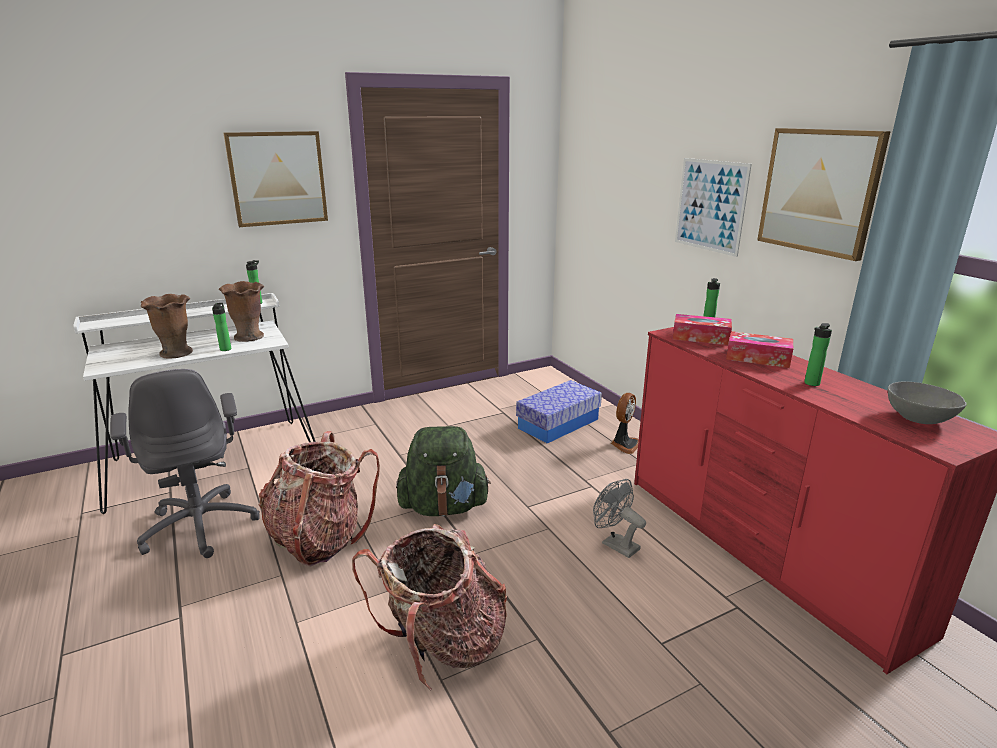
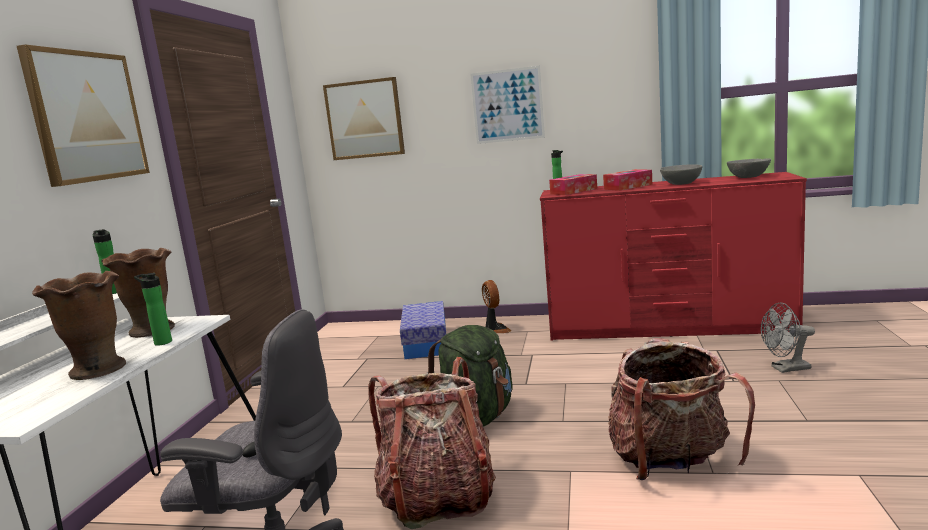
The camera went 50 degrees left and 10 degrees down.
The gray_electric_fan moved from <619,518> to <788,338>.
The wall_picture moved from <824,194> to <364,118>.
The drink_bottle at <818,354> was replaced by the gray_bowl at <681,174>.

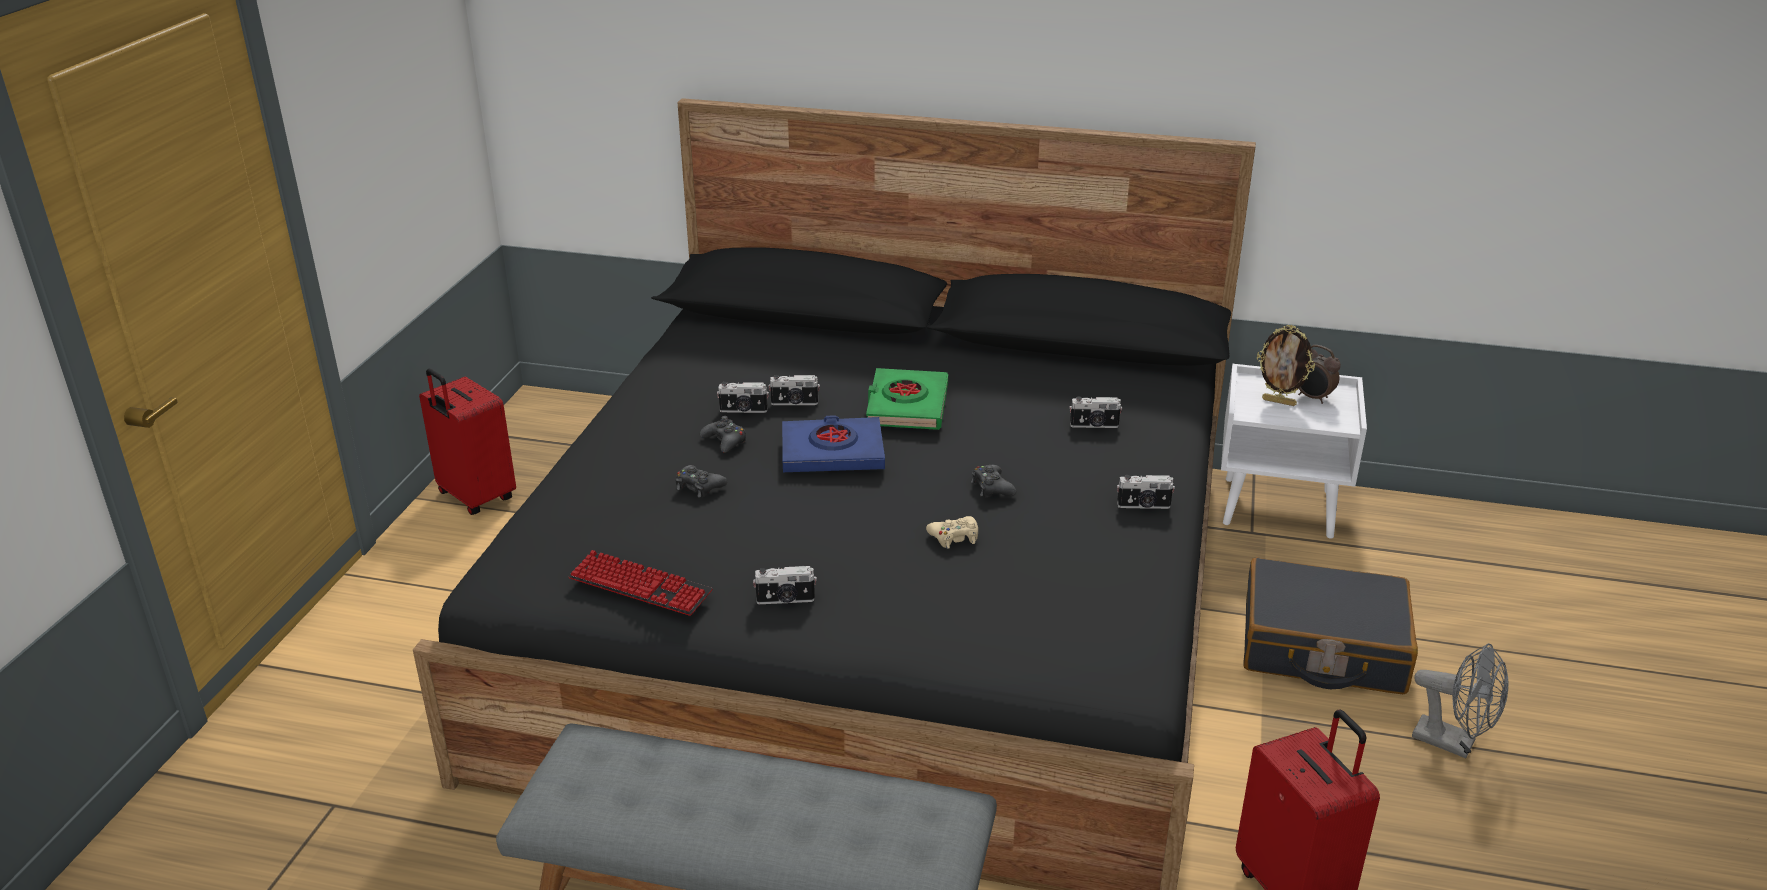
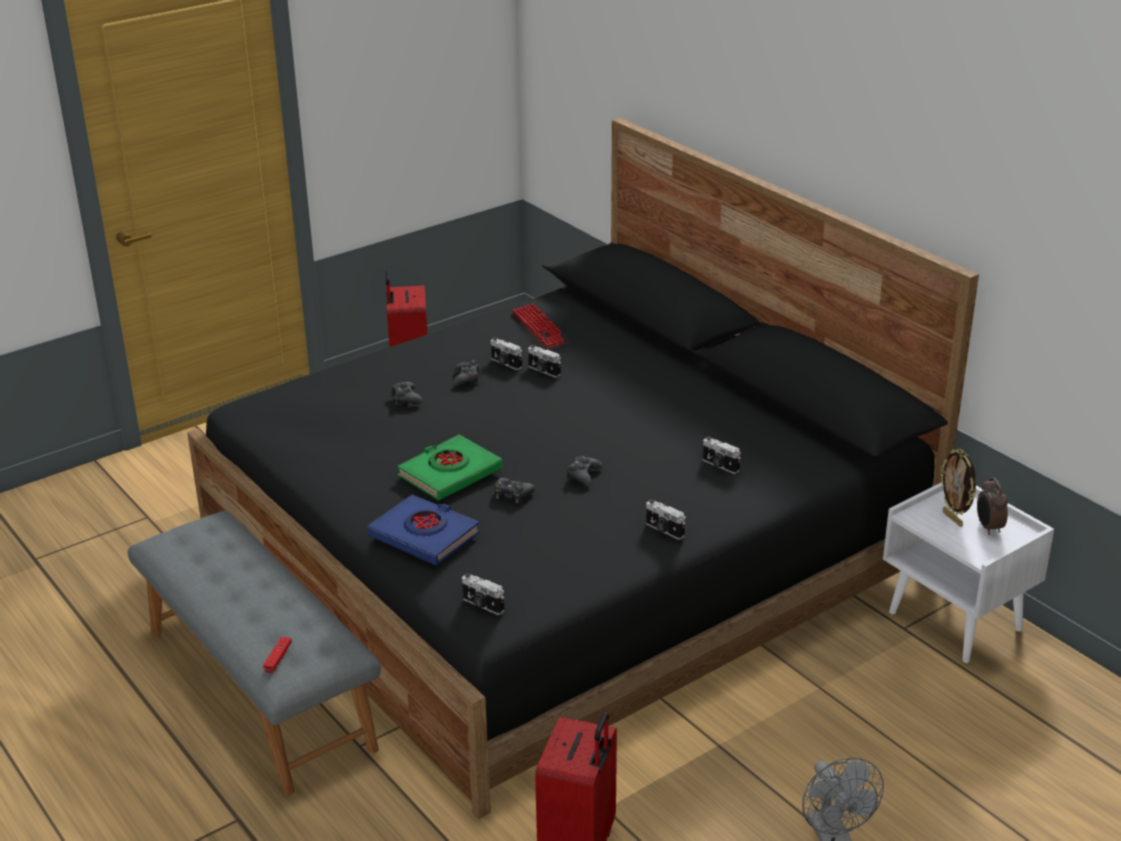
The camera went 40 degrees right and 0 degrees up.
The blackish_suitcase at <1330,625> disappeared.
The red_gamepad at <277,655> appeared.
The PC_keyboard moved from <640,583> to <541,326>.
The photo_camera moved from <785,585> to <483,594>.
The blue_bound_book moved from <833,443> to <424,530>.
The greenish_bound_book moved from <907,399> to <450,467>.
The beige_gamepad at <952,532> became the blackish_gamepad at <514,490>.

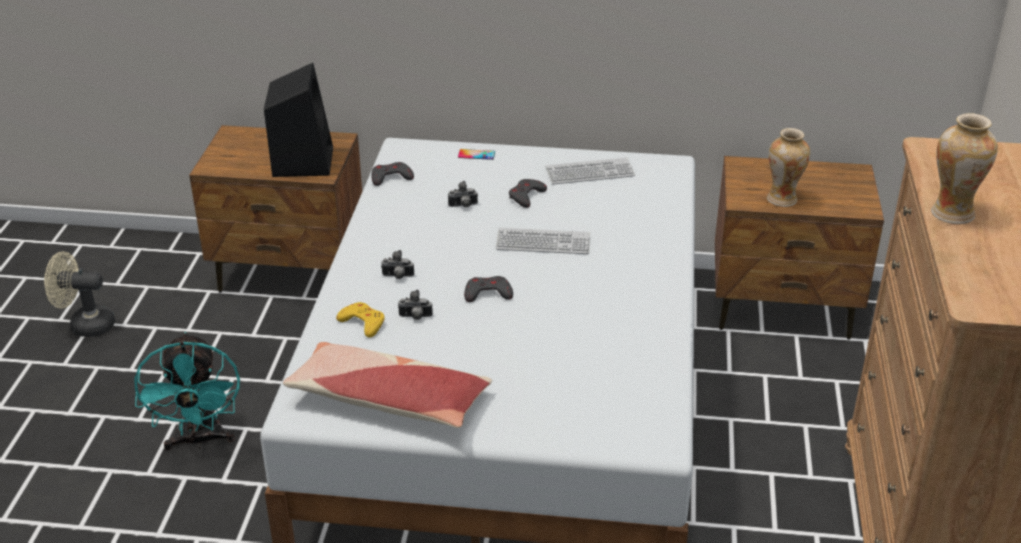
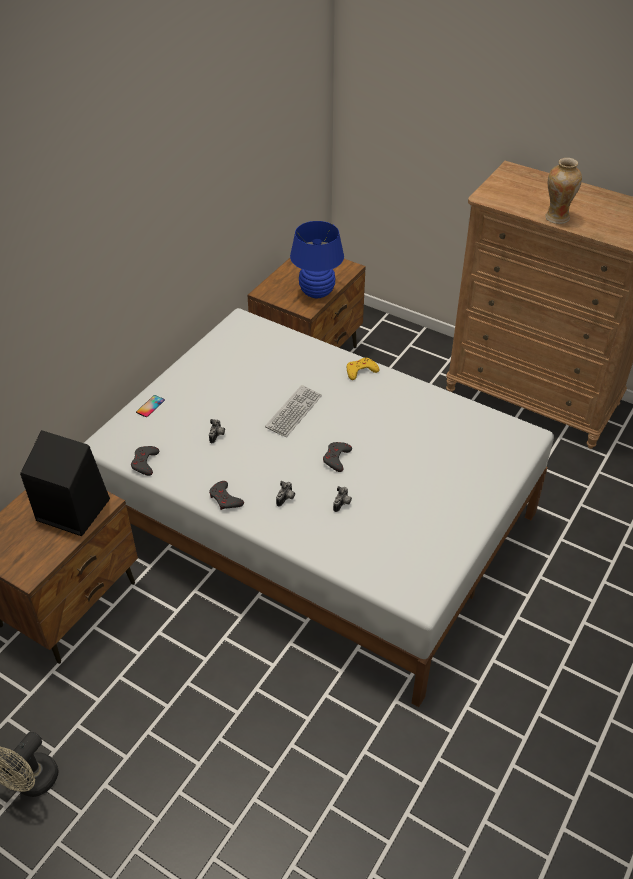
The camera went 65 degrees left and 10 degrees up.
The blue-green_electric_fan at <187,391> disappeared.
The throw_pillow at <387,385> disappeared.
The PC_keyboard at <590,170> disappeared.
The yellowish_gamepad moved from <360,320> to <363,369>.
The gray_gamepad moved from <528,193> to <226,495>.
The decorative_vase at <788,167> was replaced by the blue_tabletop_lamp at <317,260>.

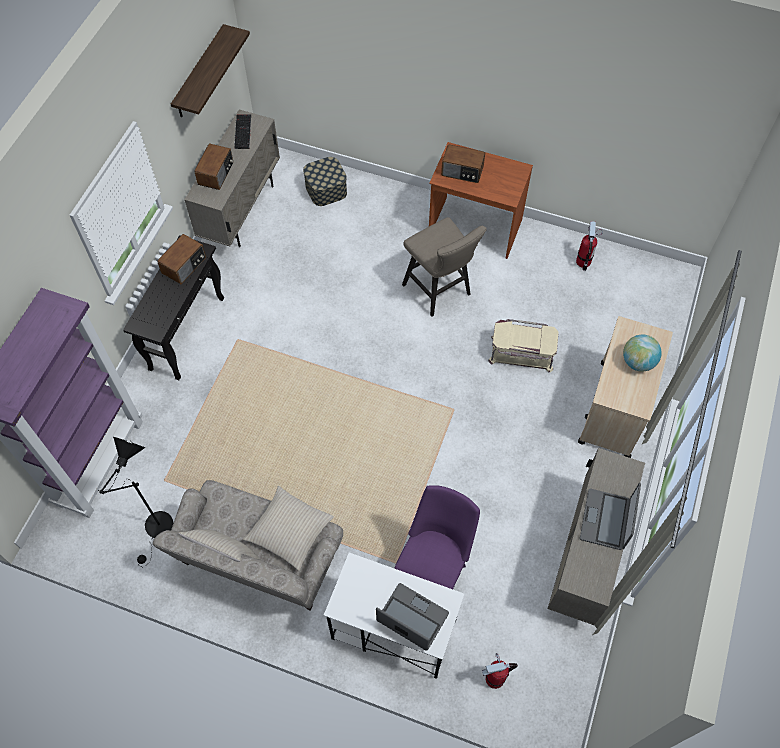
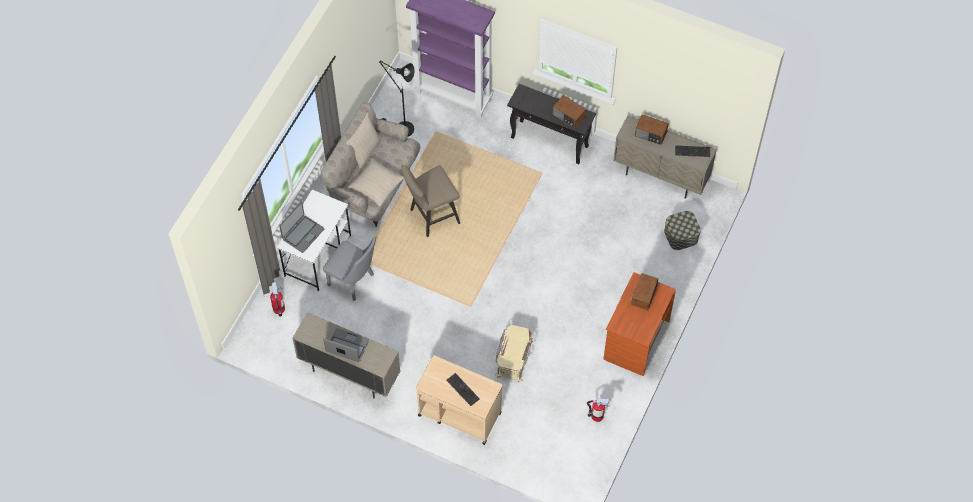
The camera went 95 degrees right and 0 degrees up.
The shelf at <210,71> disappeared.
The beige_sitting_stool moved from <444,267> to <430,201>.
The world_globe at <642,353> was replaced by the PC_keyboard at <463,389>.
The purple-coloured_upright_chair at <437,537> became the gray_upright_chair at <349,269>.

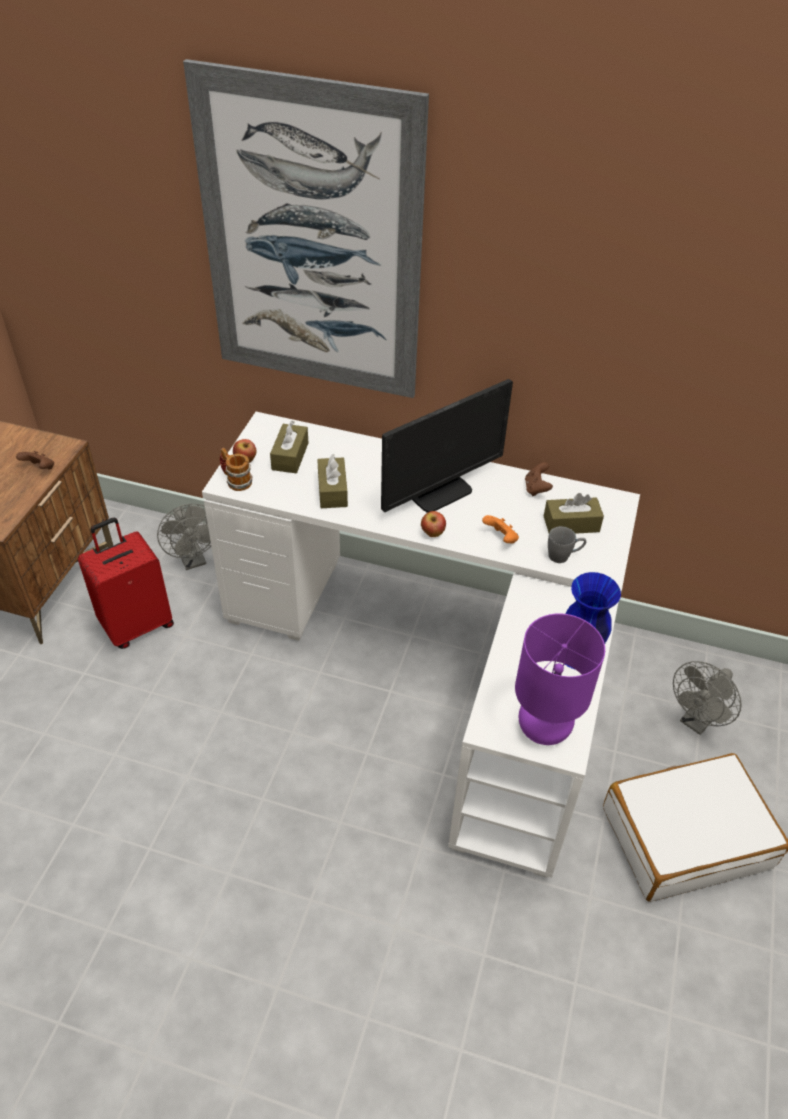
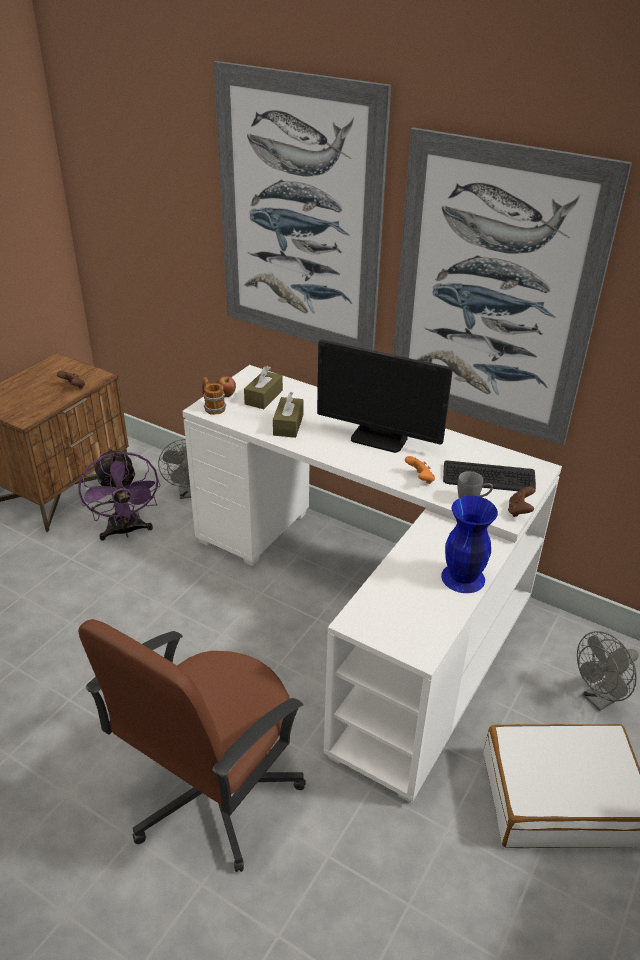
The camera went 15 degrees right and 10 degrees down.
The whole_apple at <433,524> disappeared.
The purple-coloured_tabletop_lamp at <560,679> disappeared.
The brown-coloured_computer_chair at <192,745> appeared.
The wall_picture at <512,286> appeared.
The brown-coloured_gamepad moved from <539,479> to <522,501>.
The red_suitcase at <126,583> was replaced by the purple-coloured_electric_fan at <119,494>.
The brown-coloured_box_of_tissues at <574,513> was replaced by the PC_keyboard at <489,475>.
The monitor at <447,446> turned 45 degrees clockwise.

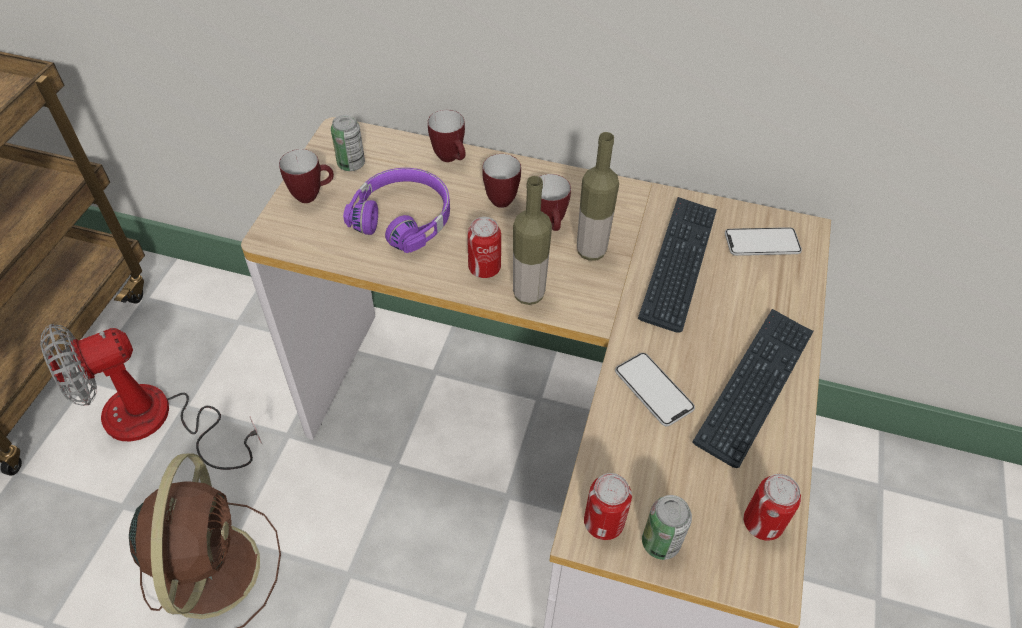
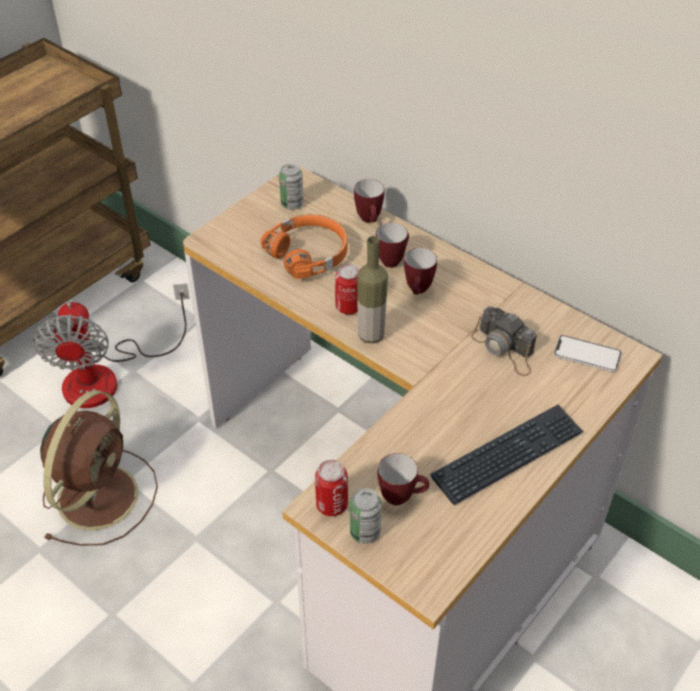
The camera went 25 degrees right and 5 degrees down.
The drink_bottle at <598,196> disappeared.
The phone at <655,389> disappeared.
The metal_can at <772,507> disappeared.
The tea_mug moved from <306,176> to <403,479>.
The PC_keyboard at <677,265> was replaced by the photo_camera at <504,341>.
The purple-coloured_headphones at <396,210> became the orangey_headphones at <304,246>.
The electric_fan at <151,397> turned 90 degrees counterclockwise.

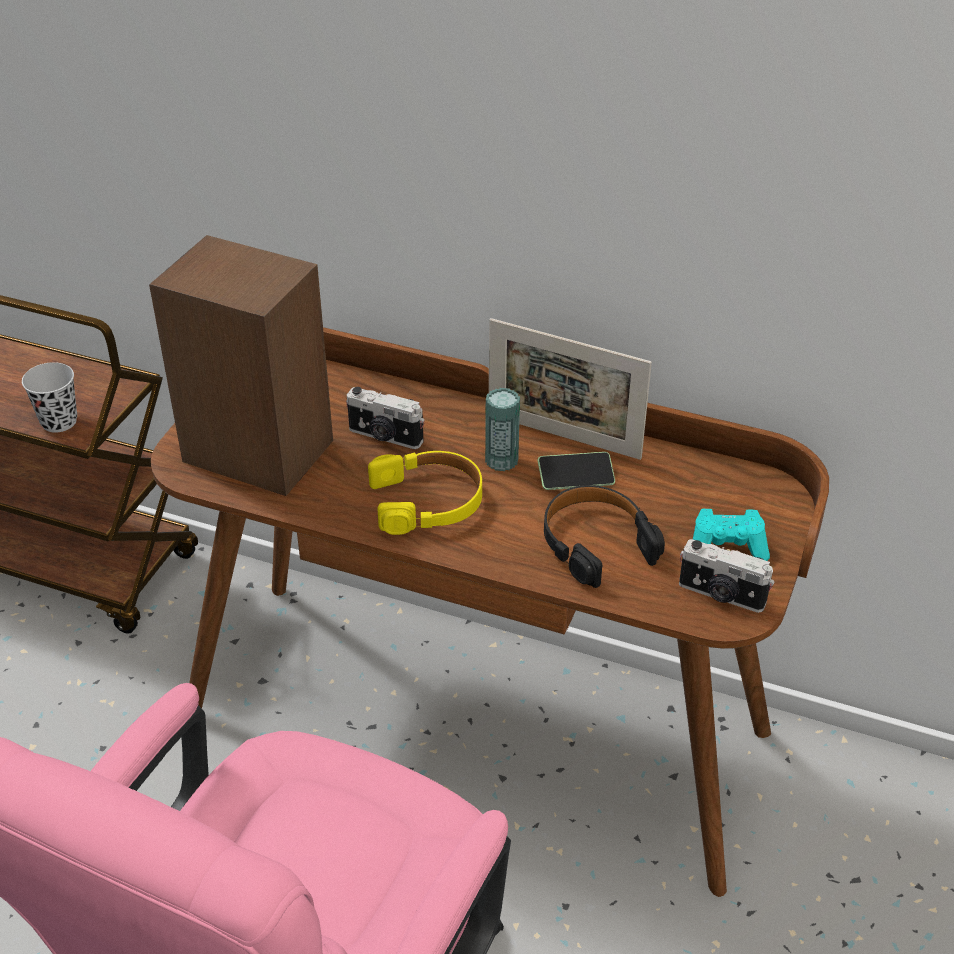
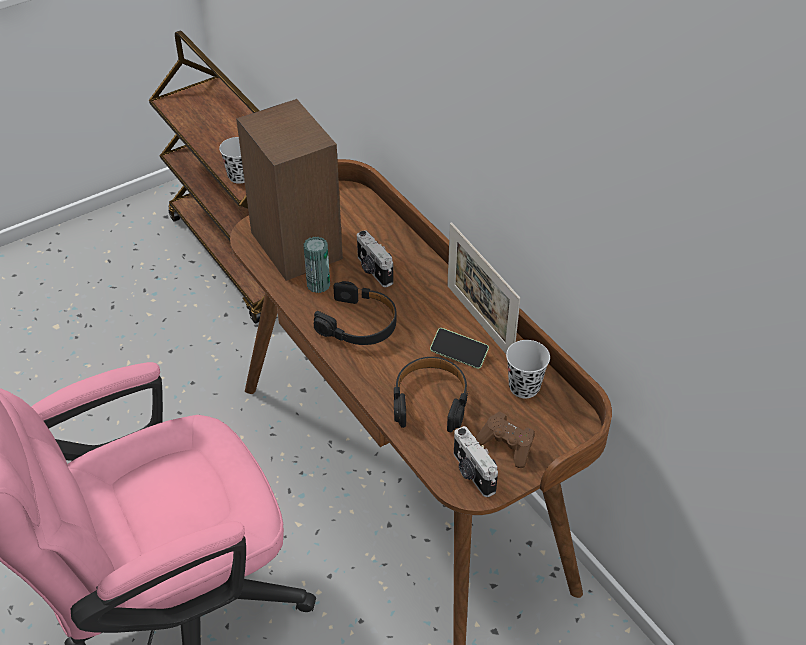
The camera went 35 degrees right and 5 degrees up.
The blackish_cup at <528,369> appeared.
The metal_can moved from <502,429> to <317,265>.
The yellowish_headphones at <425,493> became the blackish_headphones at <355,313>.
The blue-green_gamepad at <731,535> became the brown-coloured_gamepad at <505,440>.

